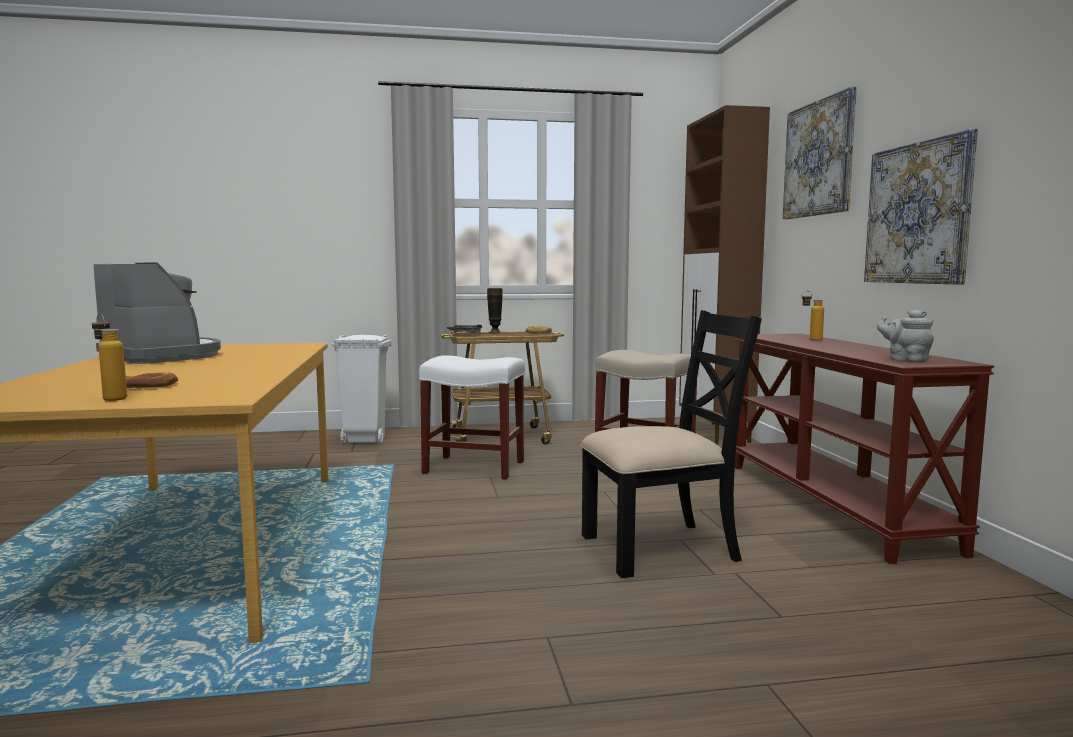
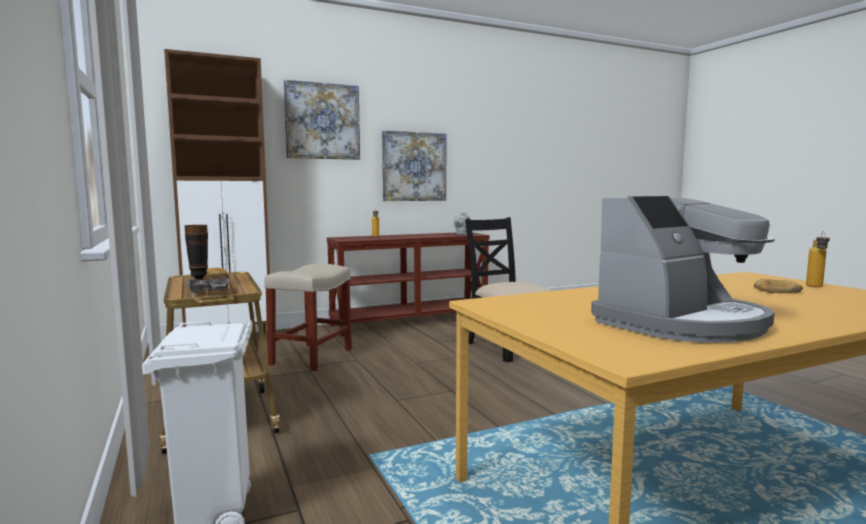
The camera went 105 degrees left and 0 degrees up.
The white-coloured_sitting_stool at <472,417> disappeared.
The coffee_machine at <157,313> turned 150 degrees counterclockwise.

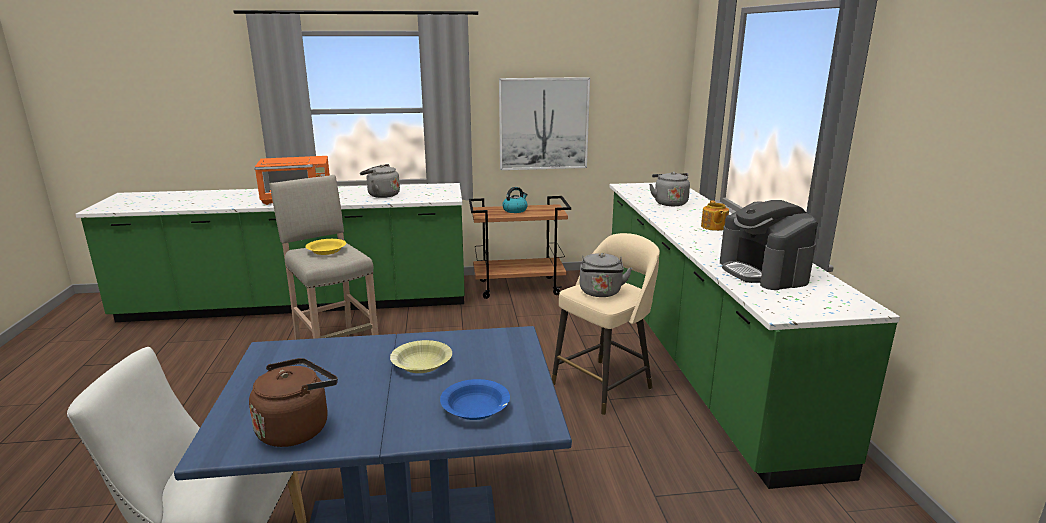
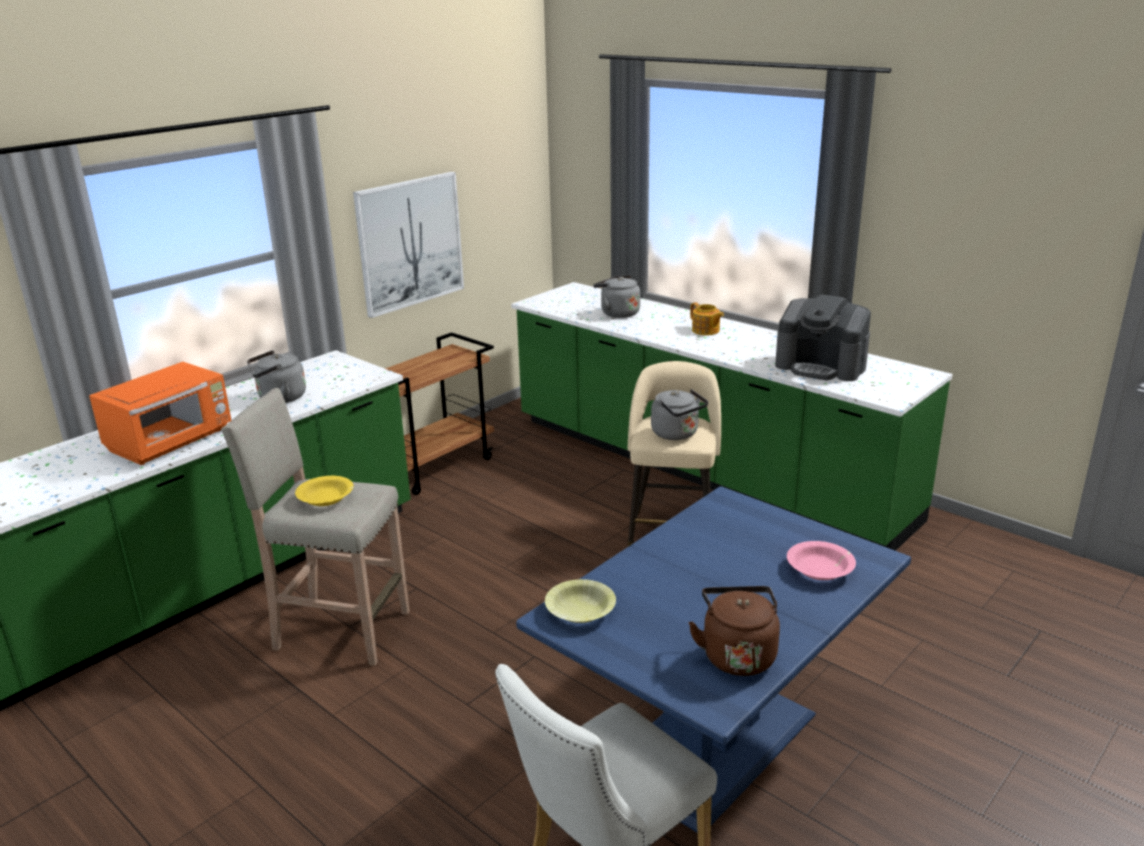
The camera went 40 degrees left and 5 degrees up.
The water_kettle at <515,200> disappeared.
The yellowish_bowl moved from <421,356> to <580,601>.
The blue_bowl at <475,399> became the pinkish_bowl at <821,560>.

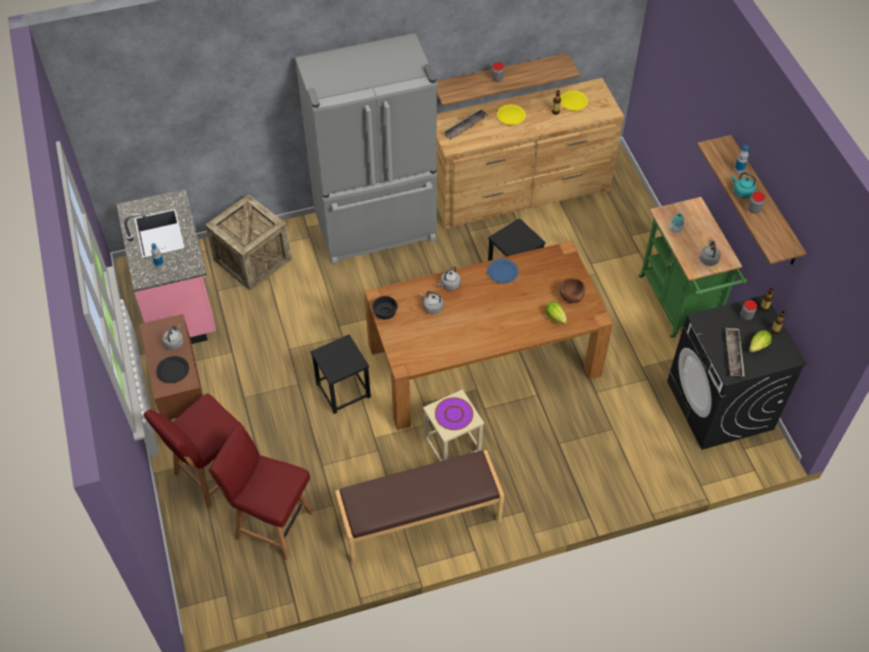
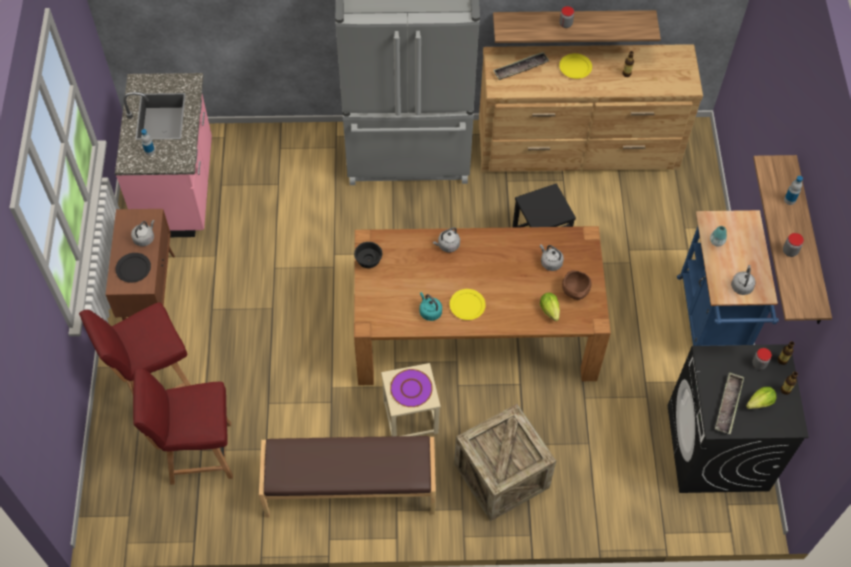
The camera went 15 degrees right and 5 degrees up.
The blackish_sitting_stool at <341,374> disappeared.
The blue_plate at <503,271> disappeared.
The shipping_crate moved from <248,242> to <505,462>.
The gray_water_kettle moved from <431,302> to <552,257>.
The yellowish_plate moved from <574,100> to <468,304>.
The blue-green_water_kettle moved from <743,185> to <431,306>.
The greenish_wheeled_cart at <693,267> became the blue_wheeled_cart at <728,282>.
The red_upright_chair at <261,492> turned 45 degrees counterclockwise.

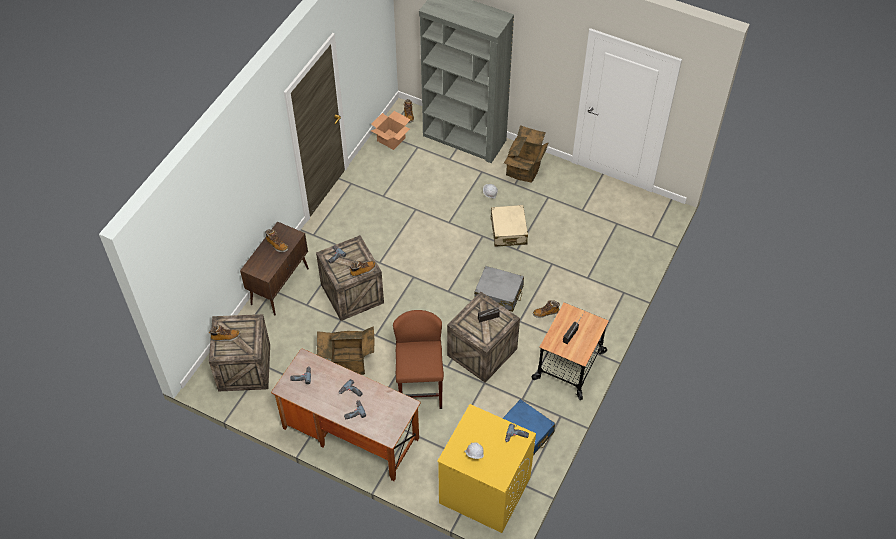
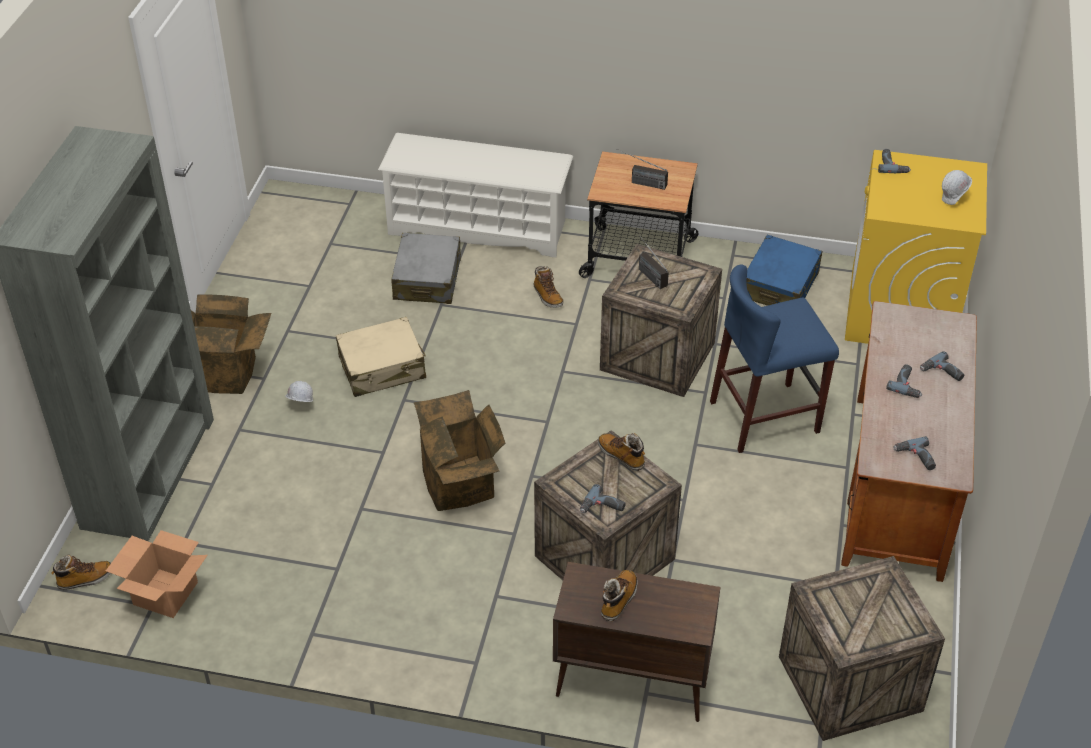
The camera went 105 degrees left and 10 degrees down.
The tall_boot at <224,333> disappeared.
The white-coloured_shoe_shelf at <475,195> appeared.
The packing_box moved from <346,350> to <460,450>.
The gray_suitcase moved from <499,289> to <426,268>.
The brown-coloured_sitting_stool at <418,359> became the blue_sitting_stool at <774,358>.

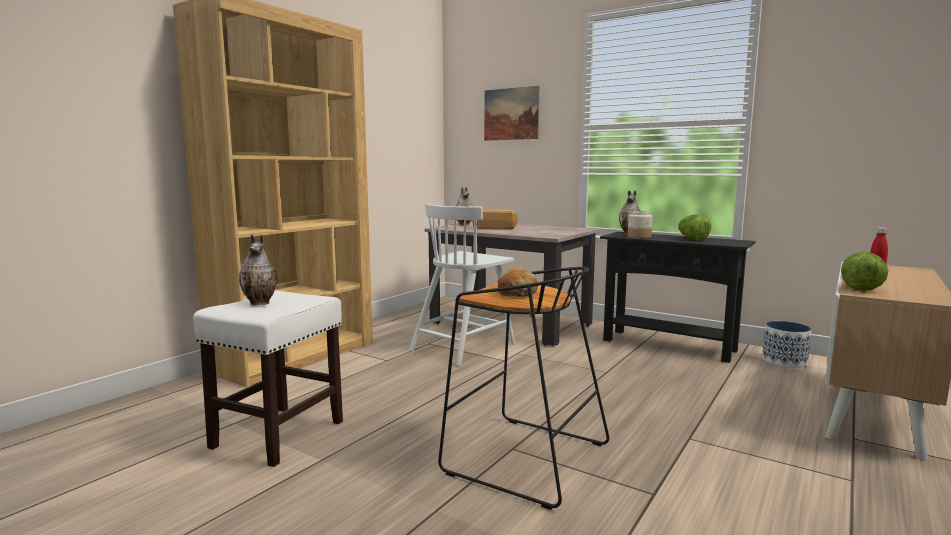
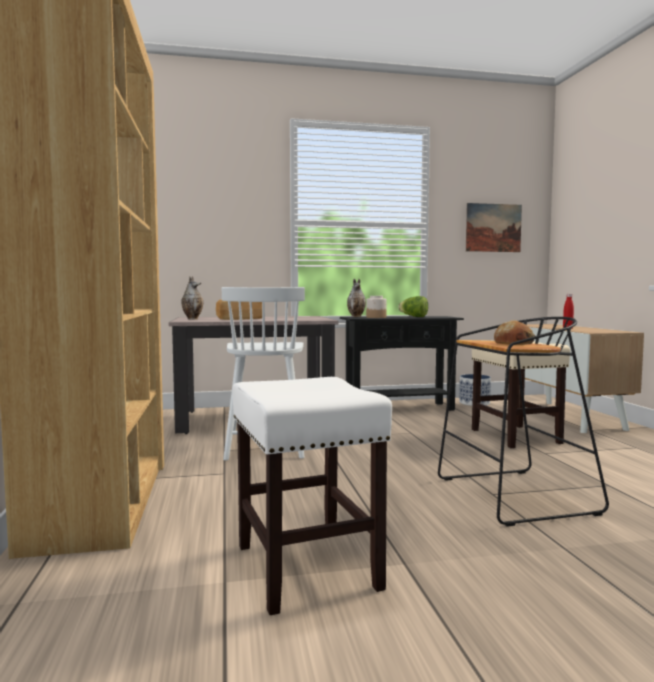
The camera went 45 degrees left and 5 degrees down.
The decorative_vase at <258,270> disappeared.
The lettuce at <865,271> disappeared.
The beige_sitting_stool at <521,394> appeared.
The wall_picture moved from <511,113> to <494,227>.

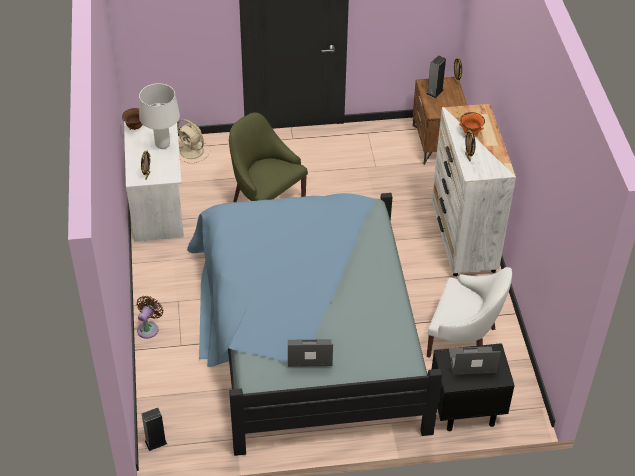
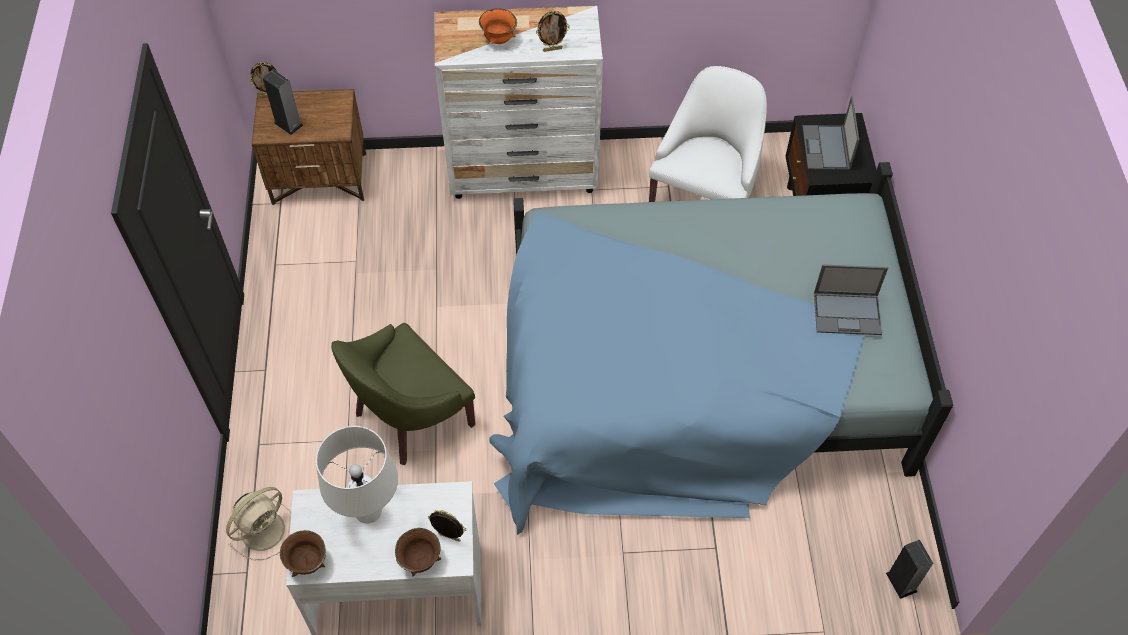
The camera went 85 degrees left and 10 degrees up.
The brown-coloured_electric_fan at <150,317> disappeared.
The brown-coloured_bowl at <418,552> appeared.
The notebook_computer at <310,353> turned 90 degrees counterclockwise.

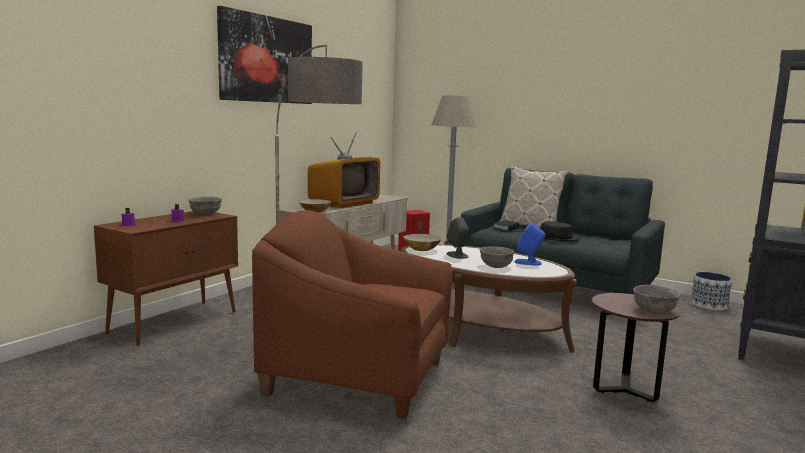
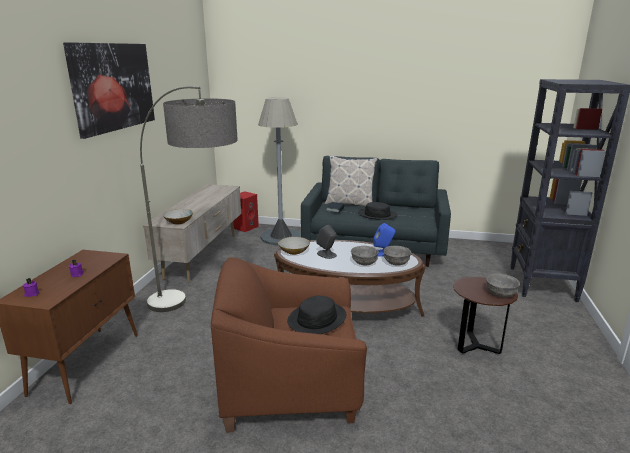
The camera went 20 degrees left and 10 degrees up.
The television at <344,170> disappeared.
The plant_pot at <711,291> disappeared.
The blackish_wearable_hat at <316,315> appeared.
The gray_bowl moved from <205,206> to <397,256>.

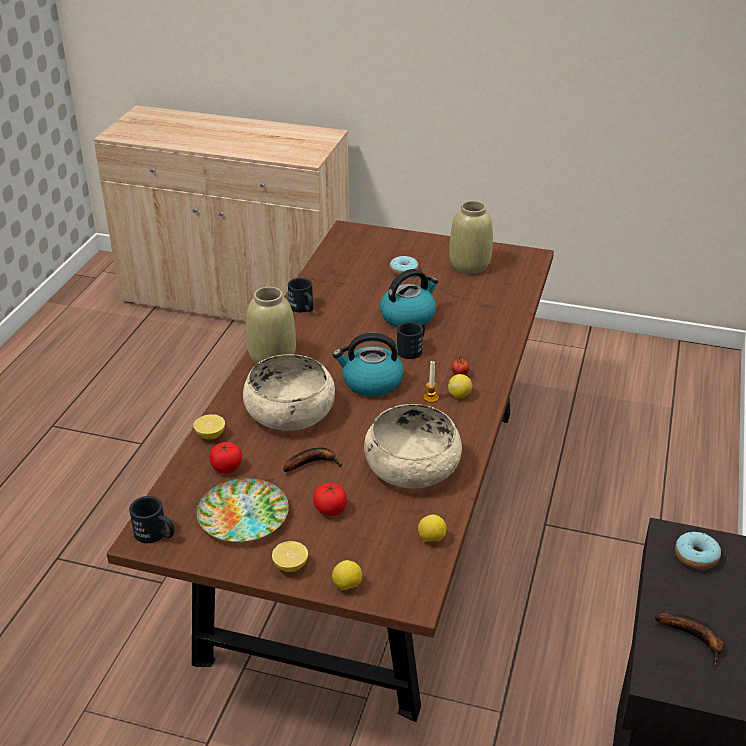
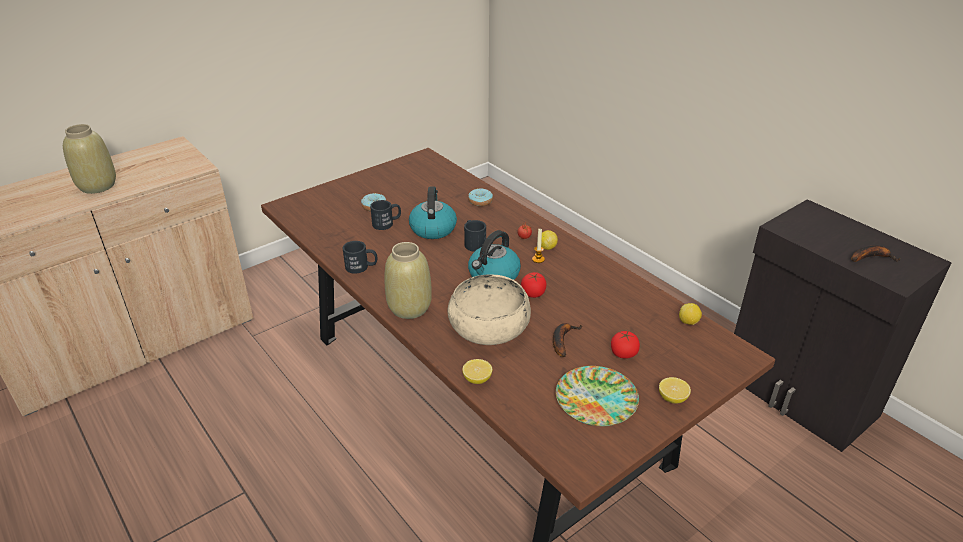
The camera went 55 degrees left and 0 degrees up.
The lemon at <347,575> disappeared.
The beige_bowl at <413,446> disappeared.
The blackish_tea_mug moved from <152,519> to <385,215>.
The whole_tomato moved from <225,458> to <534,285>.
The beige_decorative_vase moved from <471,237> to <89,159>.
The ring_doughnut moved from <698,551> to <480,198>.

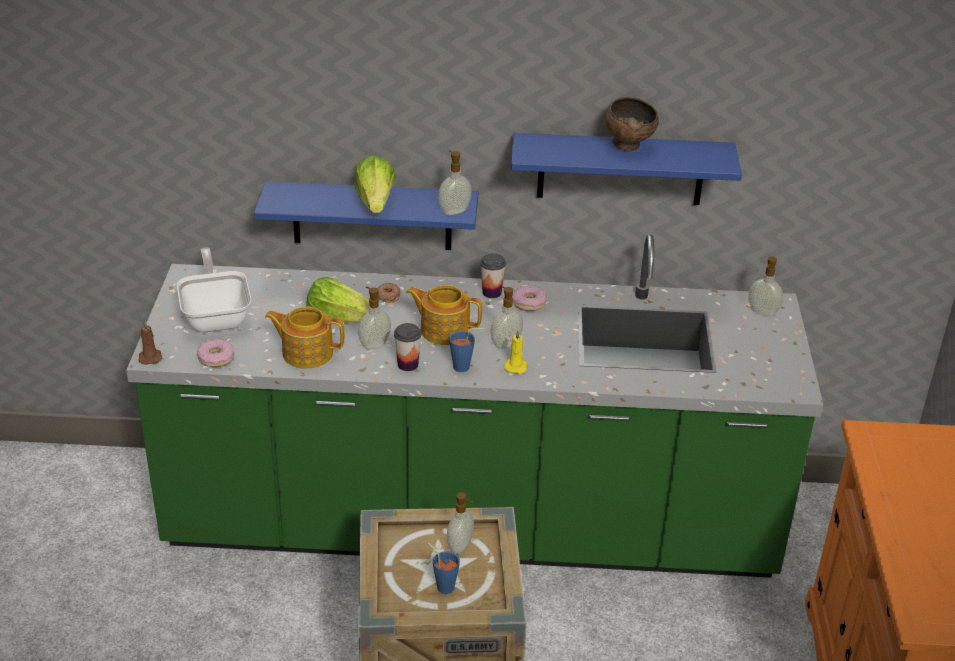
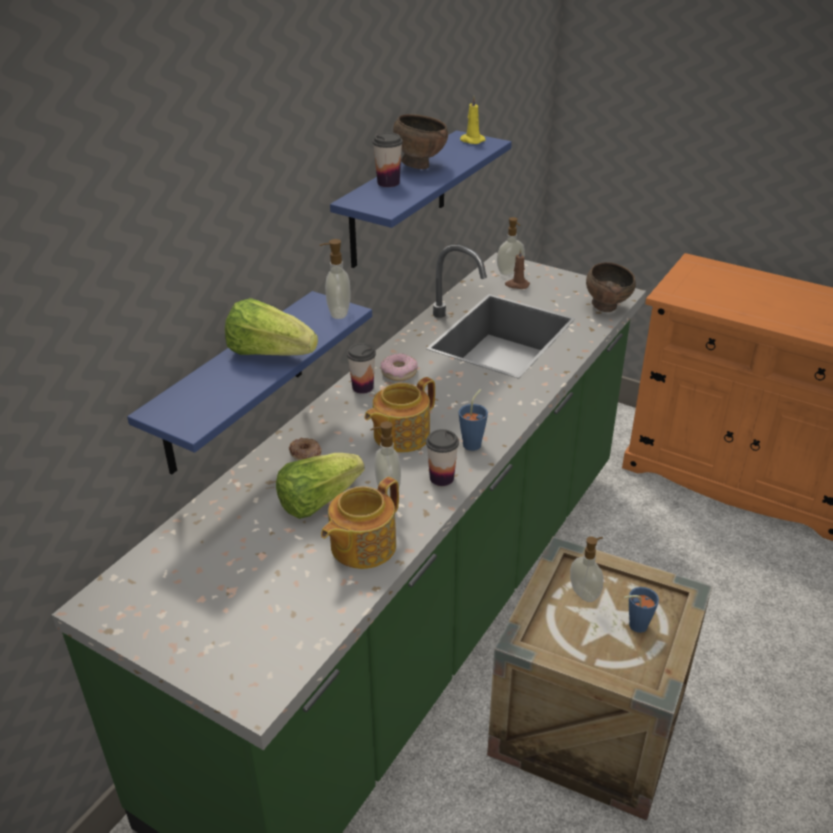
The camera went 60 degrees left and 0 degrees up.
The frying_pan at <214,290> disappeared.
The ring_doughnut at <215,353> disappeared.
The liquid_soap_bottle at <507,317> disappeared.
The cup at <387,160> appeared.
The brown-coloured_bowl at <611,287> appeared.
The brown-coloured_wax_candle moved from <150,343> to <517,268>.
The yellowish_wax_candle moved from <515,352> to <472,120>.

